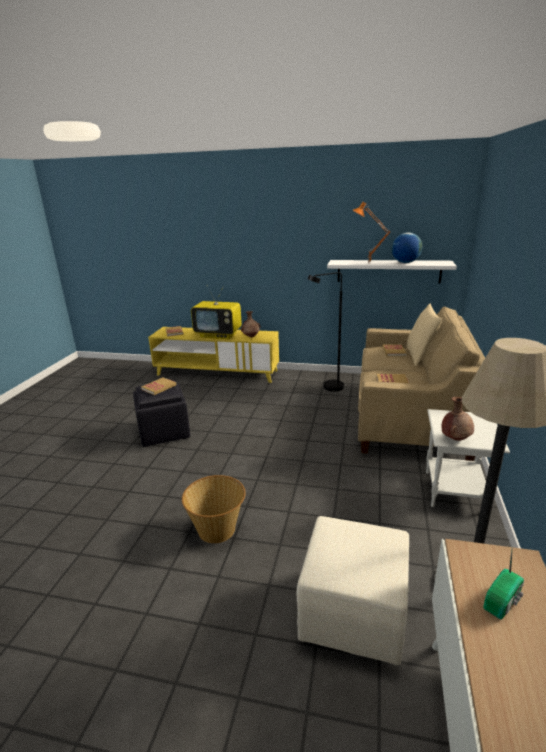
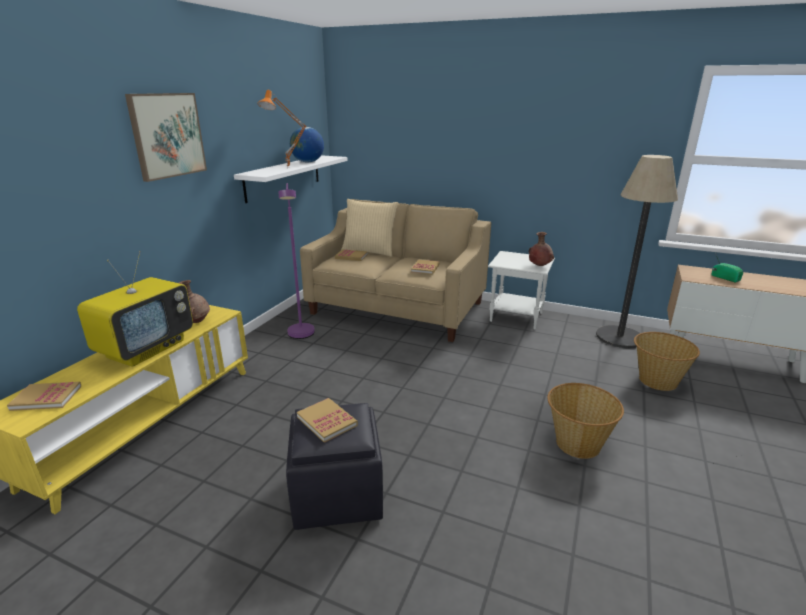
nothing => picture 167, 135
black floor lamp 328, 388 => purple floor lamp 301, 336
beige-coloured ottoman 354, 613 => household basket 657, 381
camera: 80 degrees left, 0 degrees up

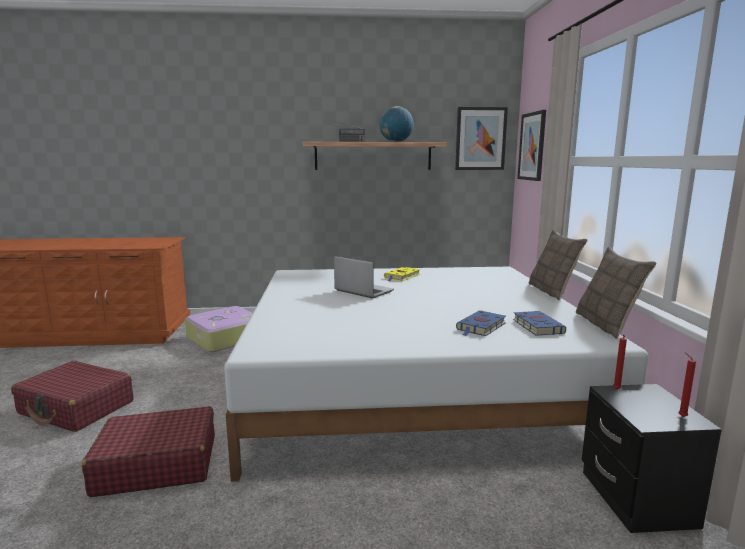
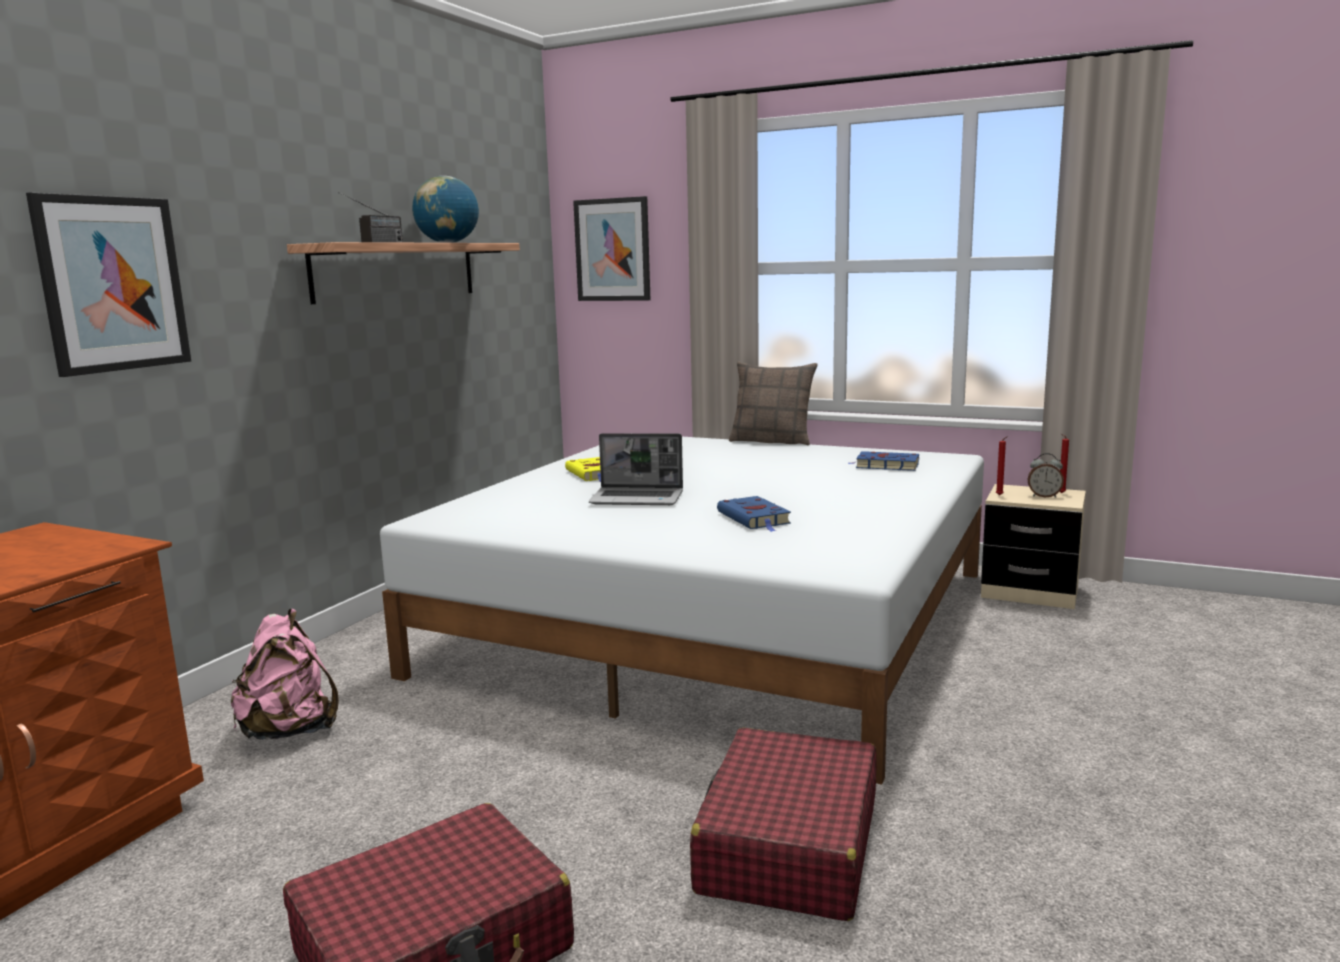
picture 480, 139 => picture 112, 284, move
piece of luggage 224, 338 => pink knapsack 290, 731
notebook computer 363, 291 => notebook computer 638, 498, 150 degrees counterclockwise
blue-coloured book 481, 327 => blue-coloured book 755, 518, move
black bedside table 636, 498 => beige-coloured bedside table 1029, 592
nothing => alarm clock 1044, 496
cushion 607, 325 => nothing
camera: 60 degrees left, 0 degrees up

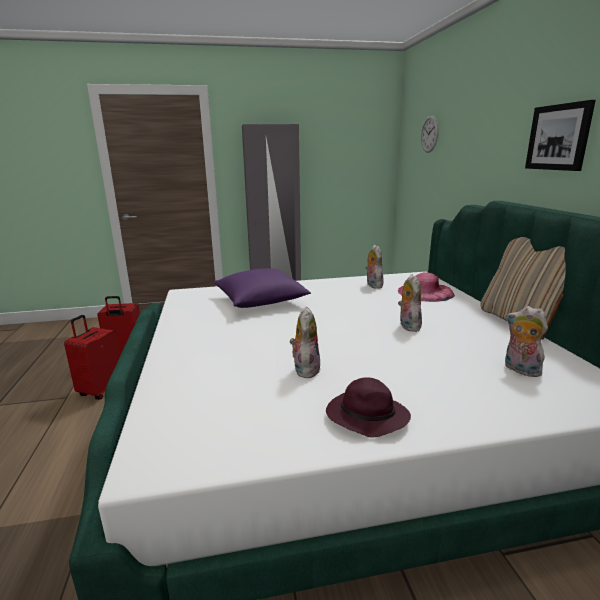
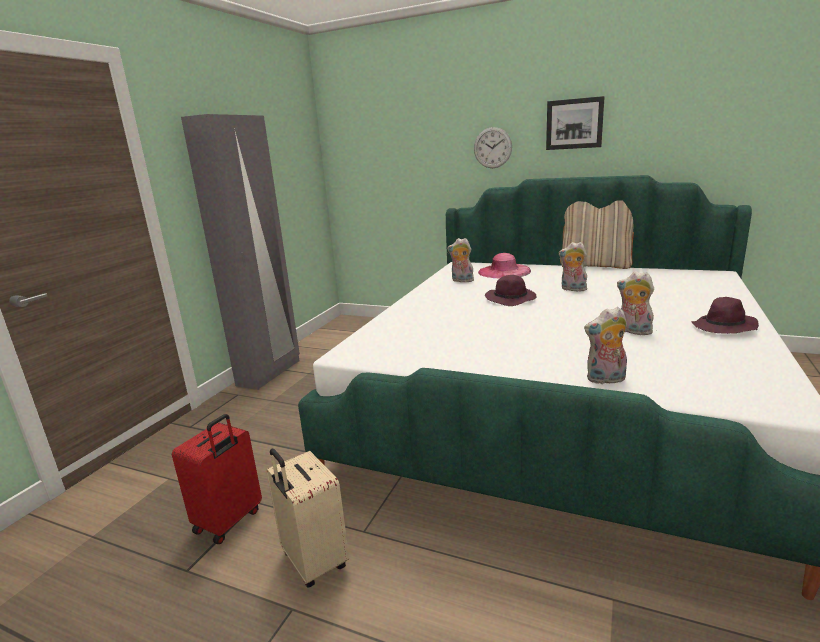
red-coloured piece of luggage 100, 390 => beige-coloured piece of luggage 313, 562
hanging clock 429, 134 => hanging clock 492, 148, move
nothing => purple clothing hat 511, 299
soft toy 519, 370 => soft toy 605, 380, move
purple cushion 260, 301 => nothing
camera: 55 degrees left, 0 degrees up

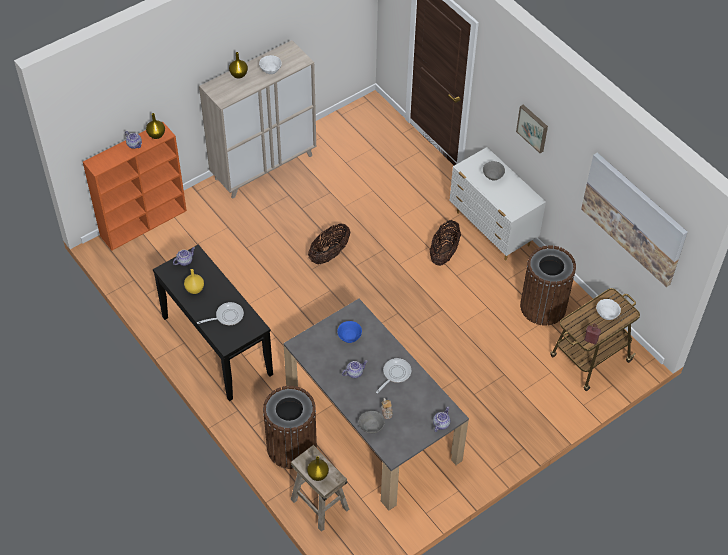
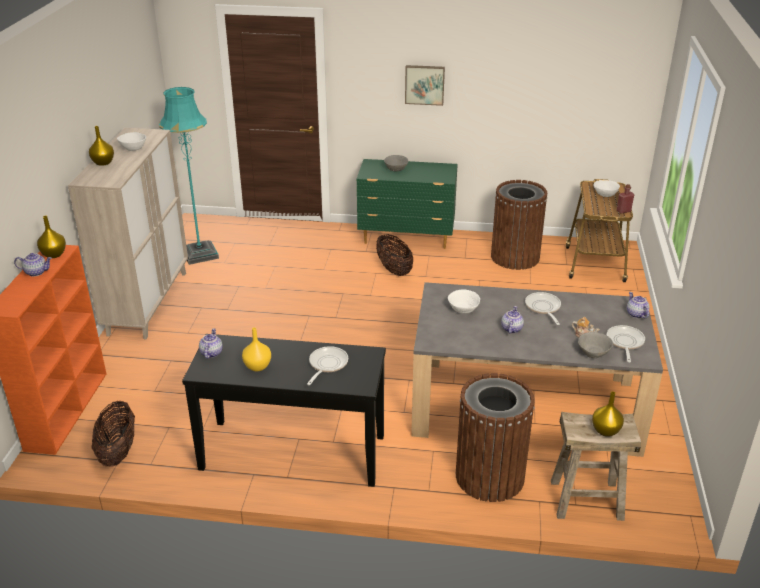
household basket 329, 254 => household basket 118, 451, move
nothing => turquoise-coloured floor lamp 200, 254
white dresser 492, 230 => green-coloured dresser 407, 238
blue-coloured bowl 349, 337 => white bowl 462, 309
nothing => skillet 624, 343
picture 634, 218 => nothing
camera: 45 degrees left, 20 degrees down

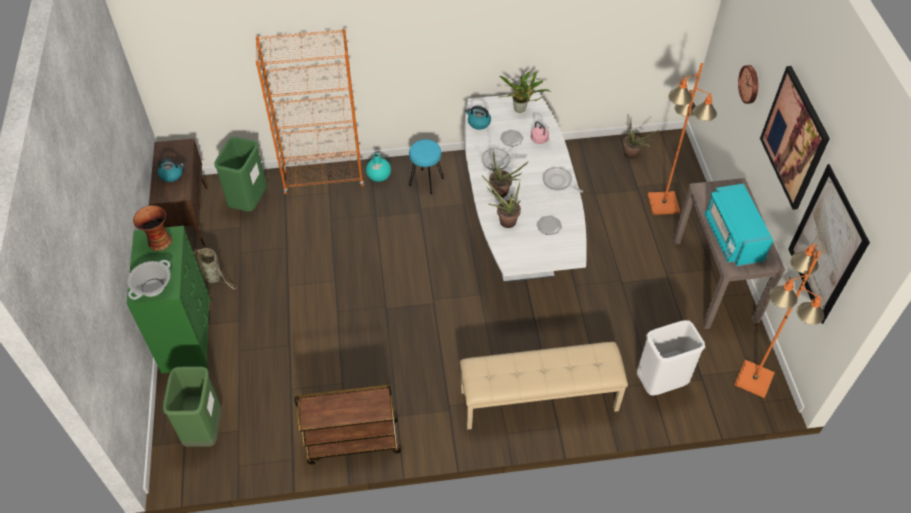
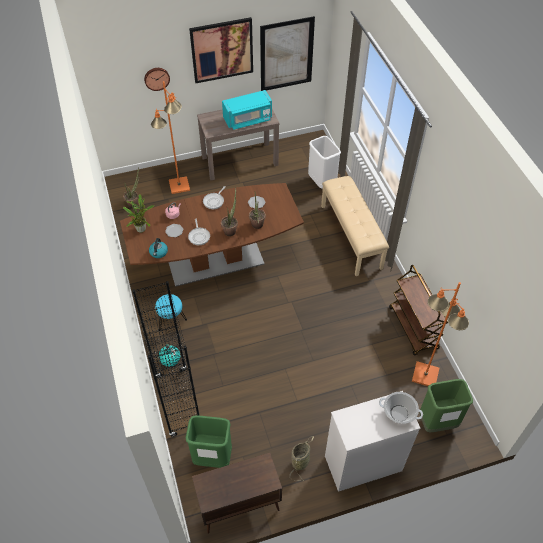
white dining table 517, 231 => brown dining table 216, 261
orangey shelving unit 324, 179 => black shelving unit 178, 402
green-coloured dresser 186, 335 => white dresser 362, 464
orangey floor lamp 754, 379 => orangey floor lamp 425, 374, move
vase 159, 241 => nothing
kettle 172, 174 => nothing
camera: 100 degrees left, 0 degrees up

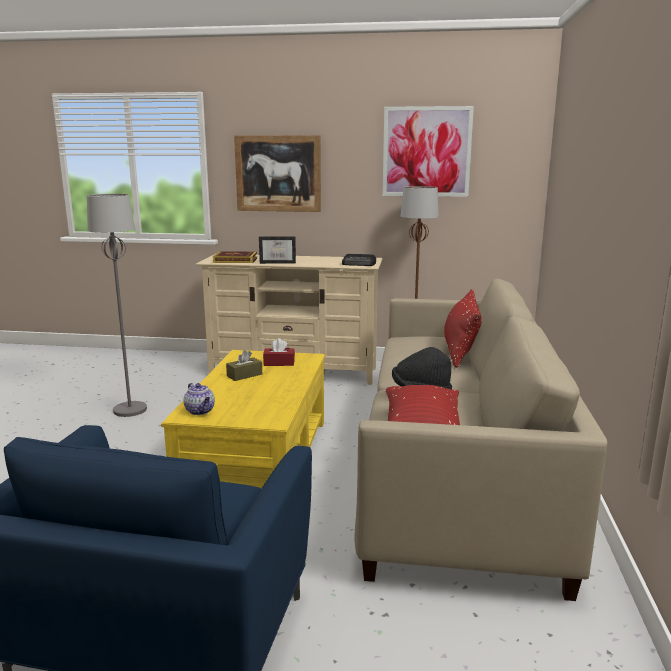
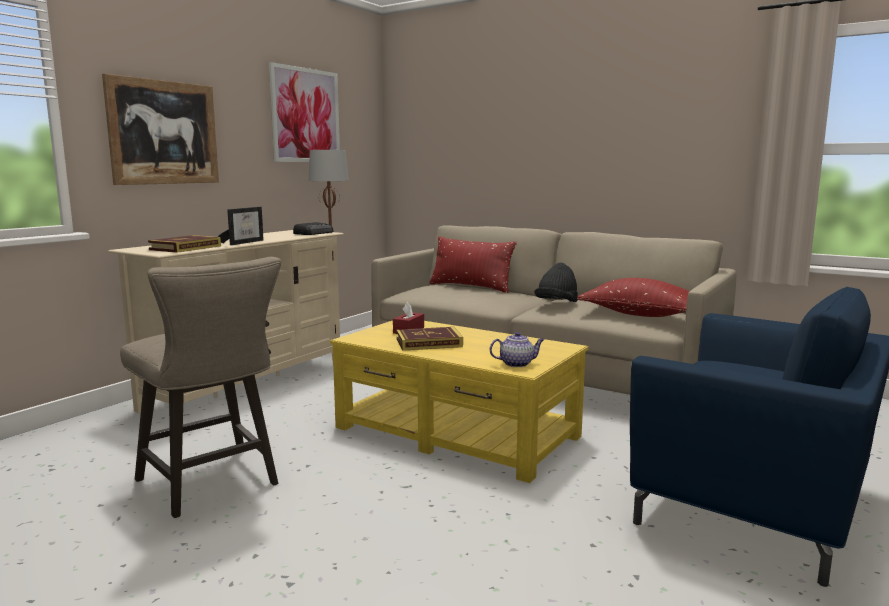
gray floor lamp 129, 410 => beige-coloured sitting stool 213, 485
brown box of tissues 244, 375 => book 429, 343
camera: 65 degrees left, 5 degrees down

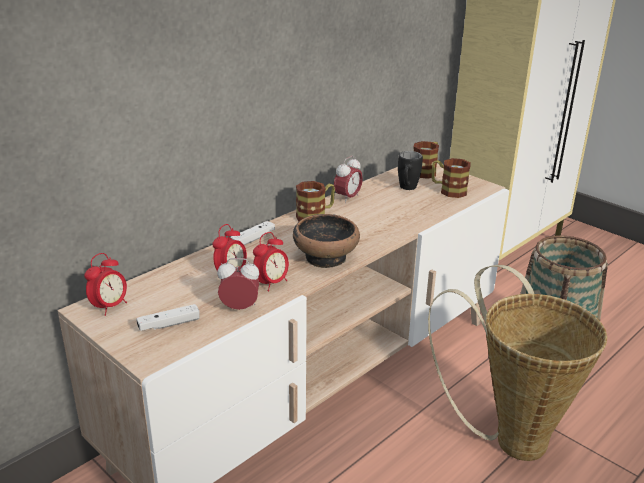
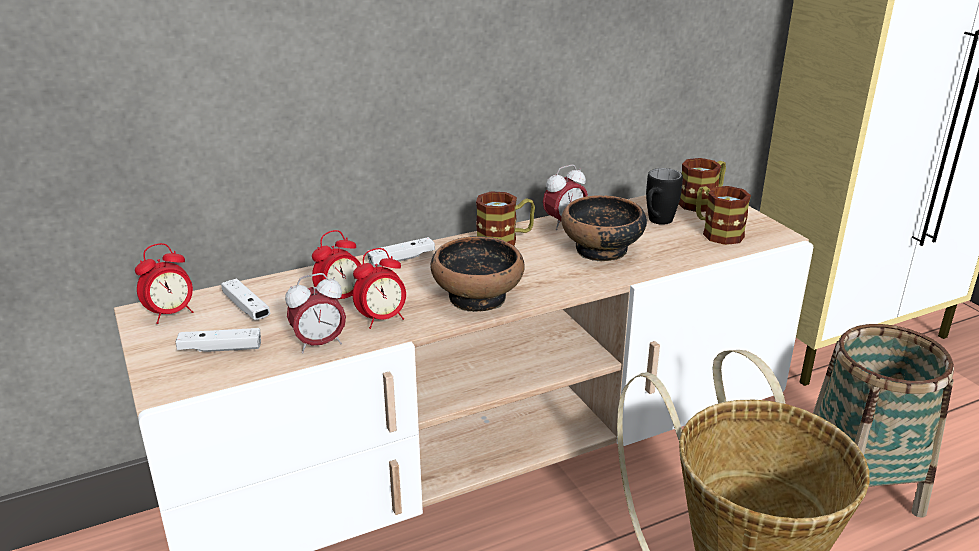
nothing => white joypad 246, 307
alarm clock 240, 308 => alarm clock 319, 344, 135 degrees clockwise
nothing => bowl 601, 250
camera: 20 degrees right, 0 degrees up

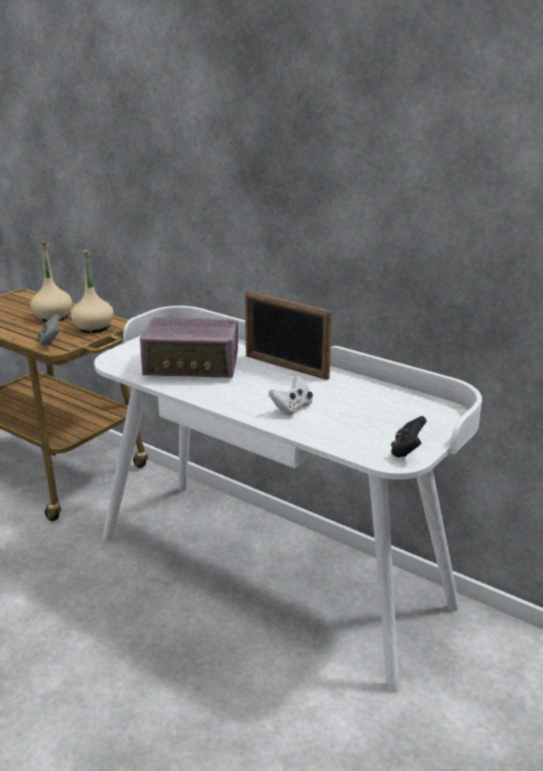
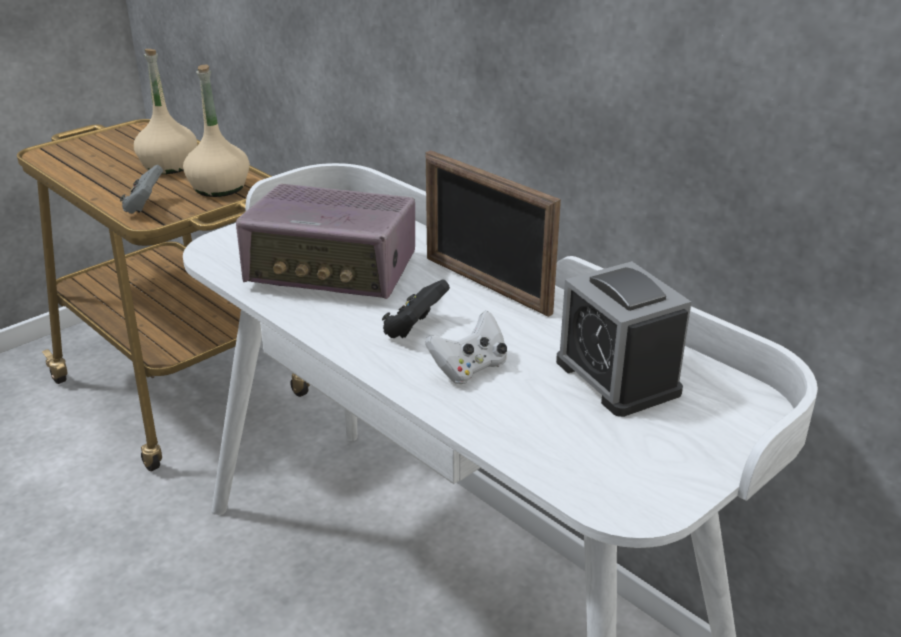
black joypad 407, 450 => black joypad 414, 329, move
nothing => alarm clock 617, 377
camera: 10 degrees right, 5 degrees up

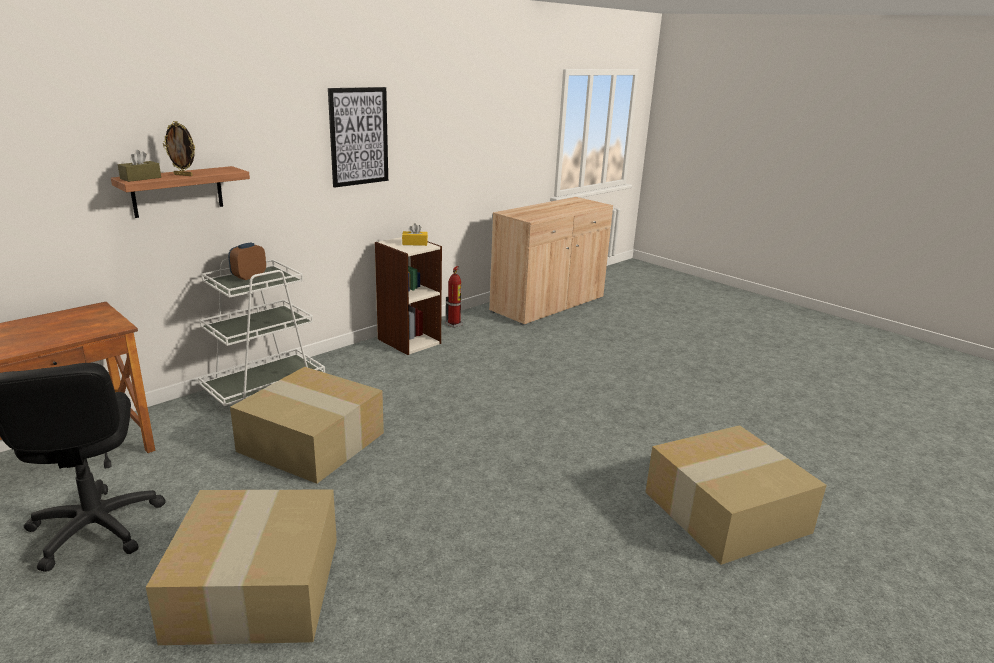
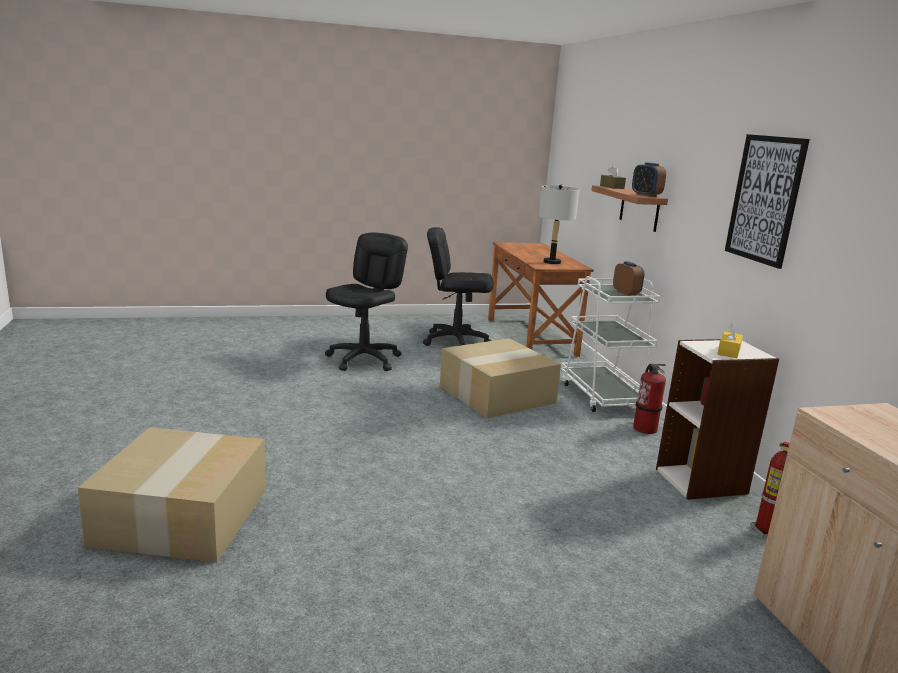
packing box 254, 586 => black office chair 364, 359
nothing => gray table lamp 551, 262
nothing => alarm clock 646, 195
nothing => fire-fighting cylinder 645, 428
picture frame 183, 175 => nothing
camera: 120 degrees right, 5 degrees down

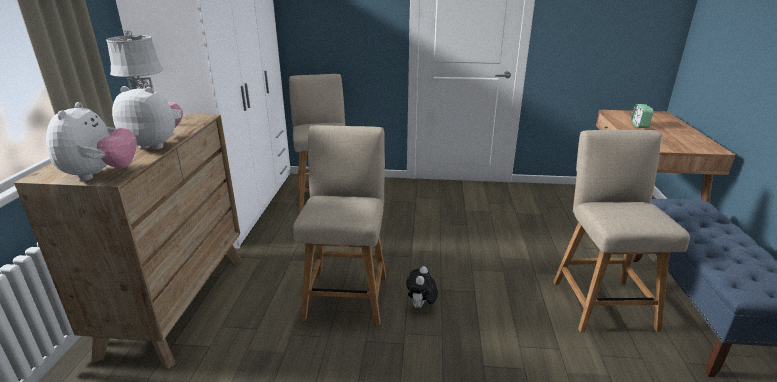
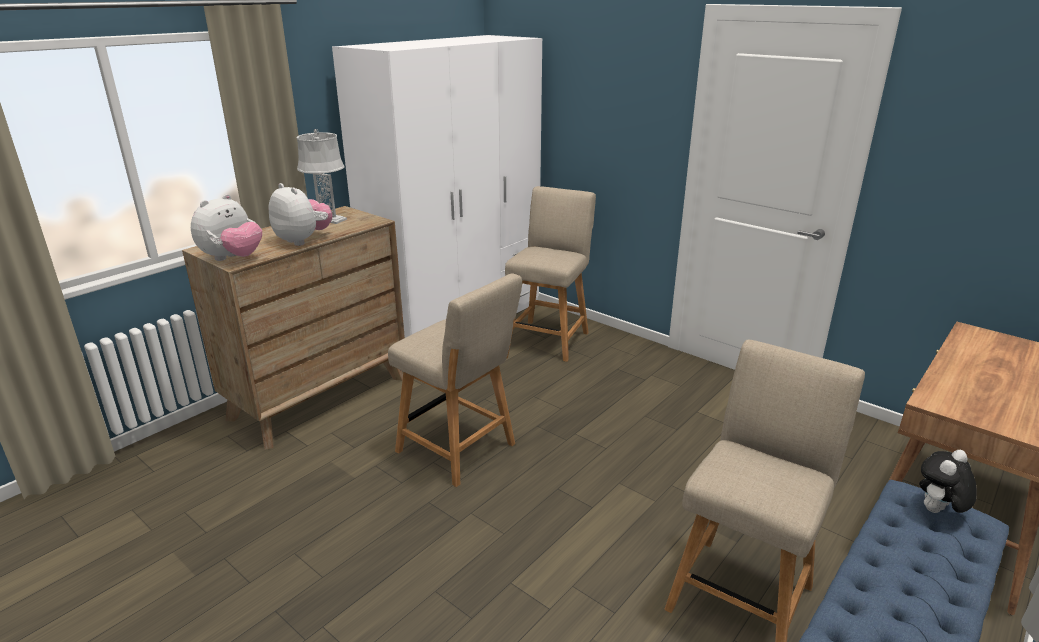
beige-coloured chair 347, 293 => beige-coloured chair 460, 450, 90 degrees clockwise
soft toy 421, 306 => soft toy 937, 512, move
alarm clock 639, 125 => nothing
camera: 35 degrees right, 0 degrees up

